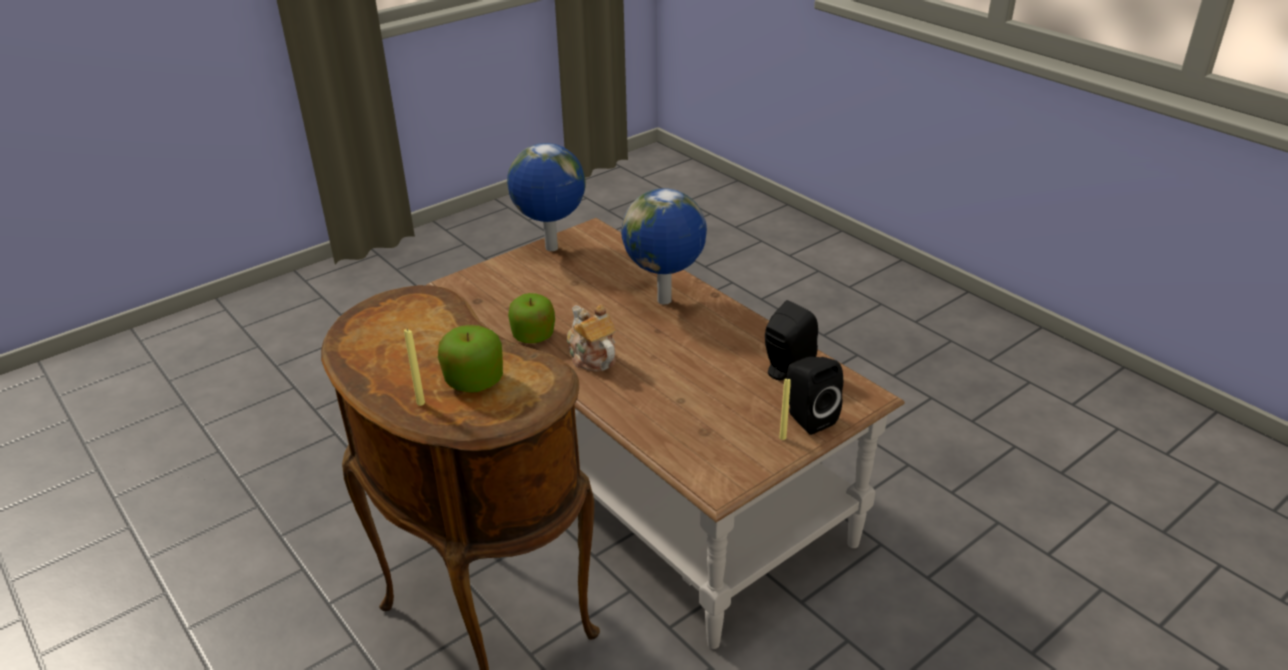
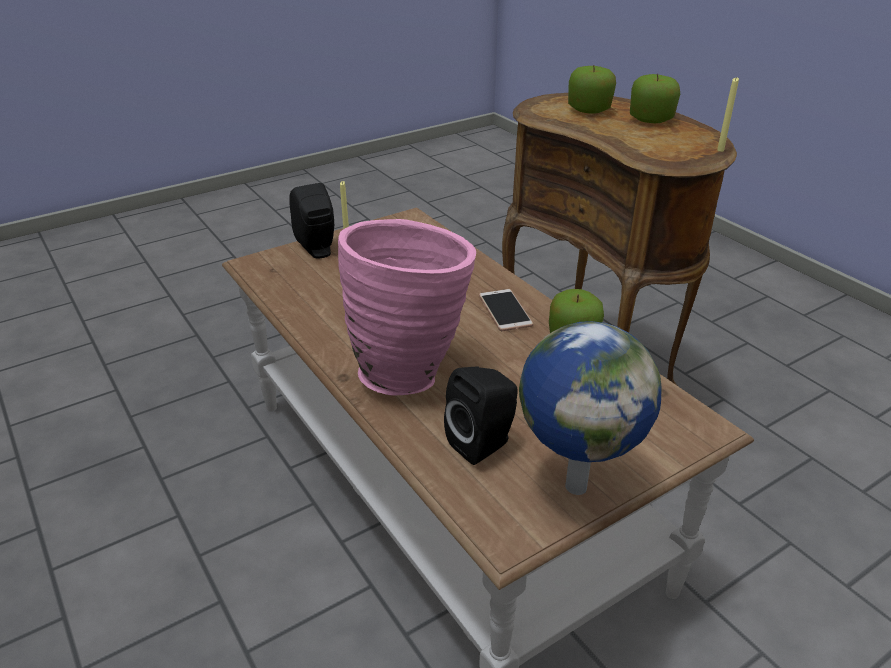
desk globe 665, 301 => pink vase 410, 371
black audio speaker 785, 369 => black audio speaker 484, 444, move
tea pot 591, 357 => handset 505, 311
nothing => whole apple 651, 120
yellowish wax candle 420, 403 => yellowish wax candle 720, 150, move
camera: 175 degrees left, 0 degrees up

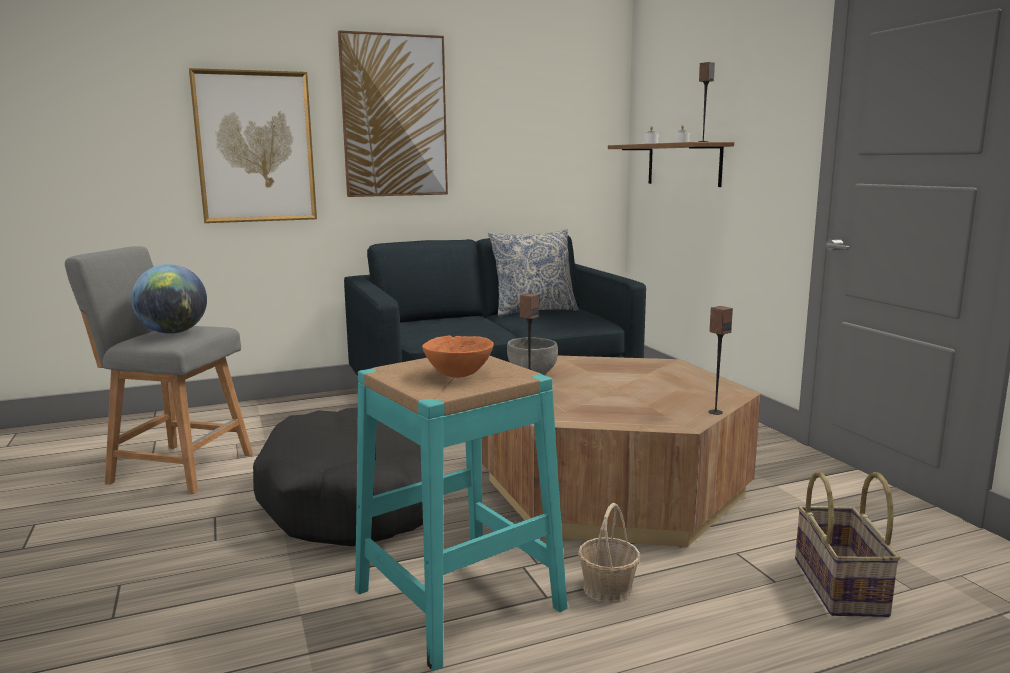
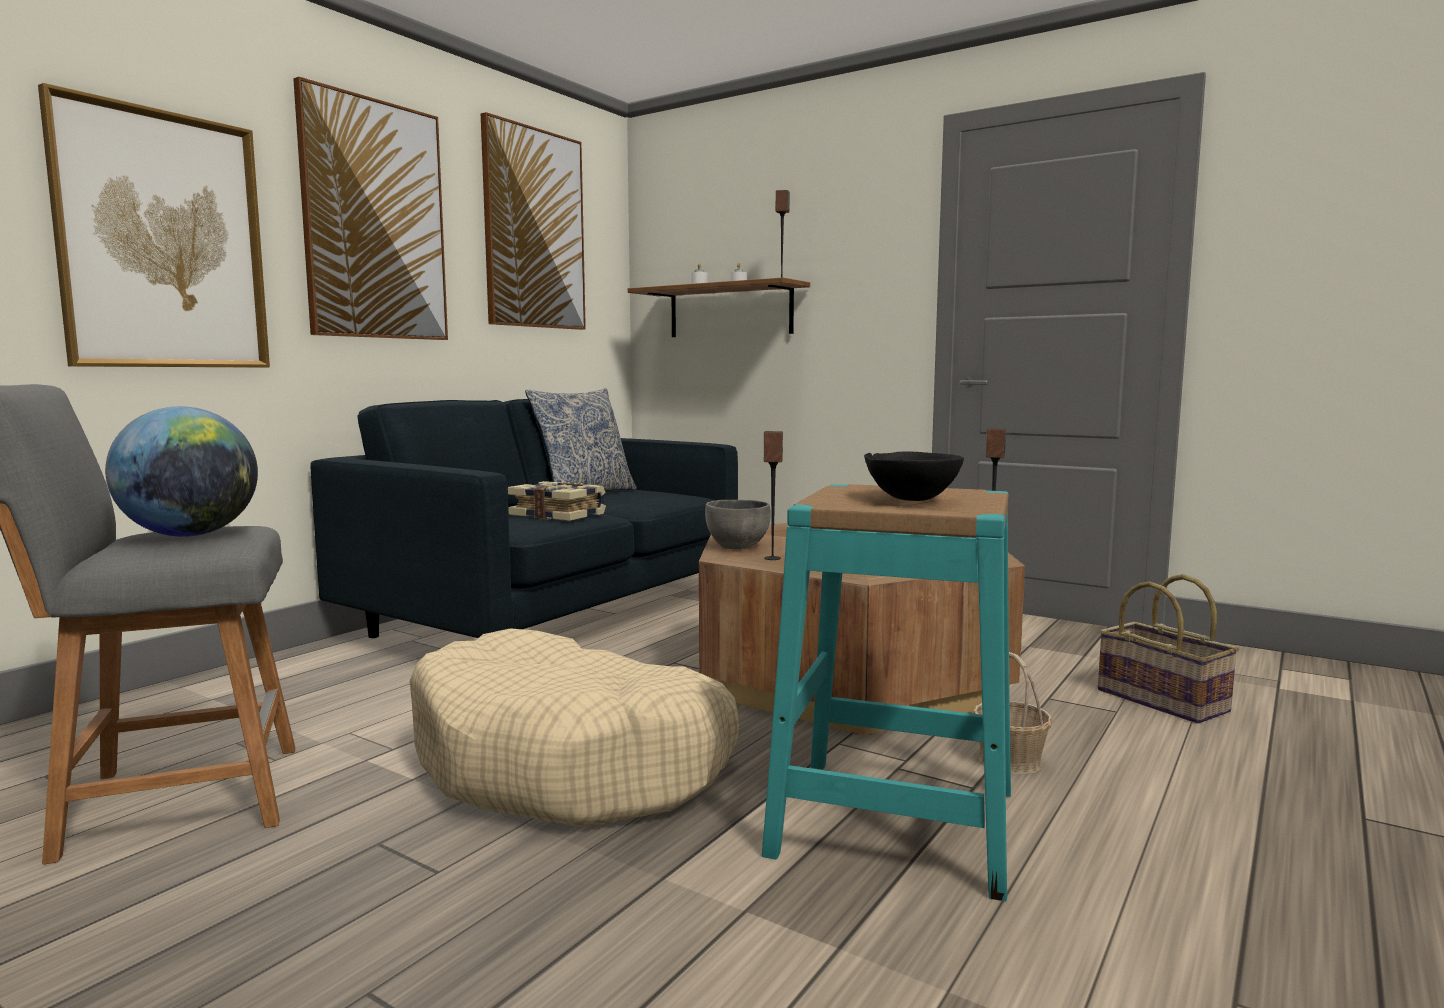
black dog cushion 352, 501 => beige-coloured dog cushion 571, 763
nothing => picture 534, 229
nothing => book 559, 515
orangey bowl 459, 375 => black bowl 913, 500
camera: 35 degrees left, 5 degrees down

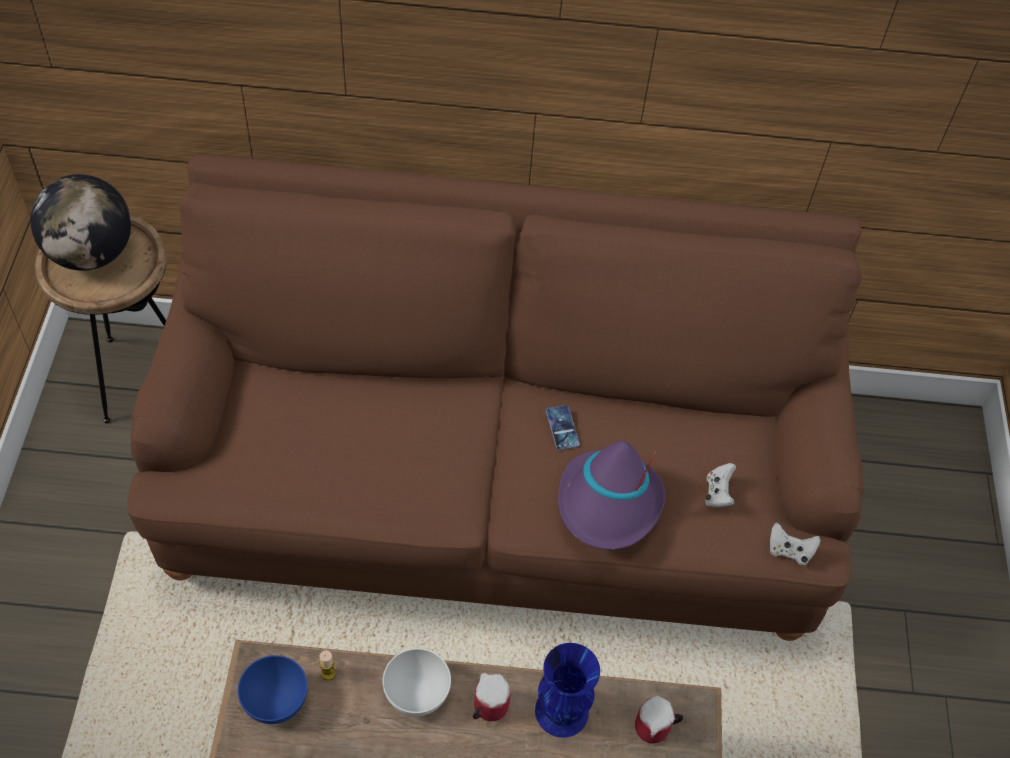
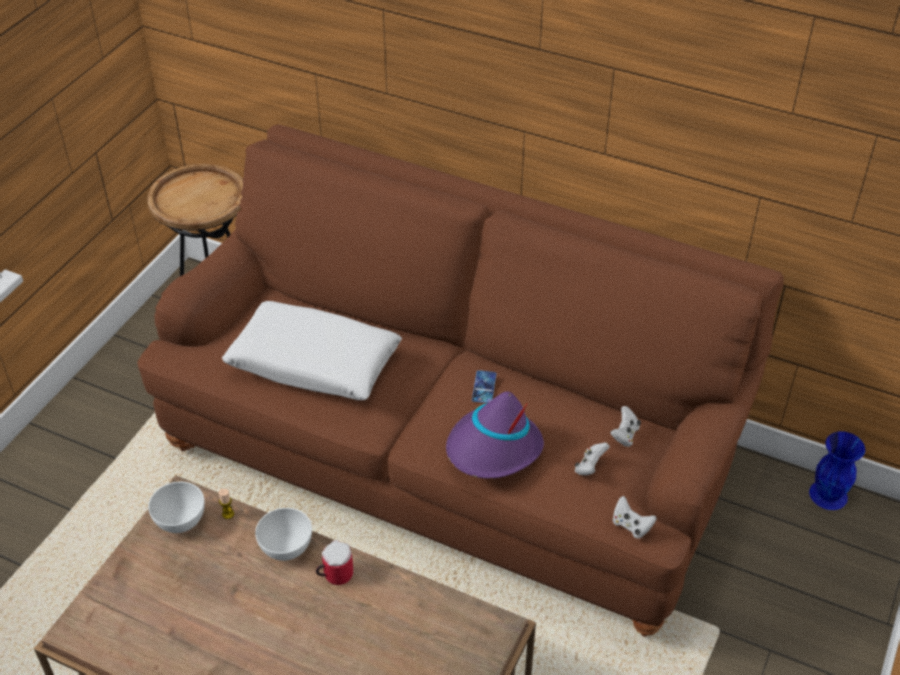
blue-coloured bowl 275, 701 => white bowl 180, 521
nothing => white cushion 314, 363
nothing => white joypad 625, 435
blue-coloured vase 562, 710 => blue-coloured vase 829, 494, move
desk globe 91, 254 => nothing
tea mug 656, 729 => nothing
camera: 25 degrees right, 10 degrees down

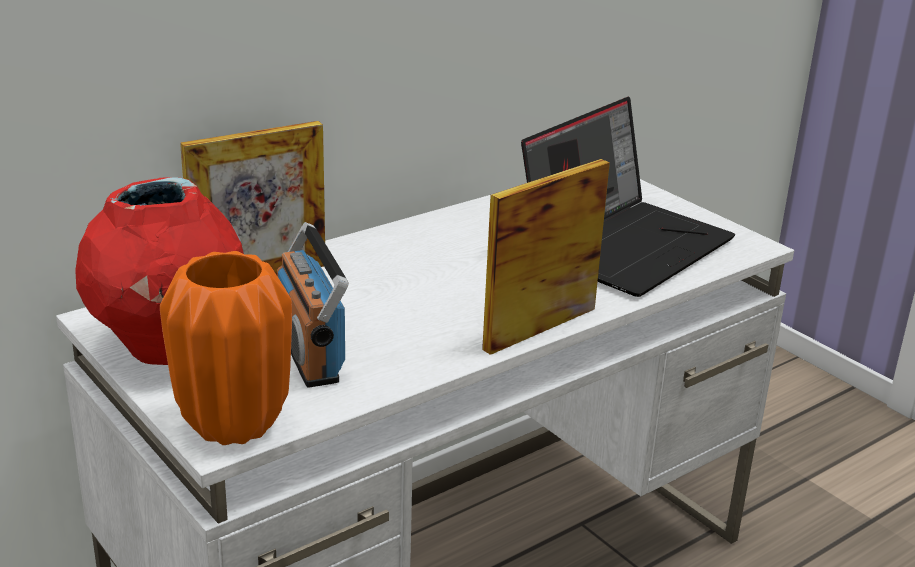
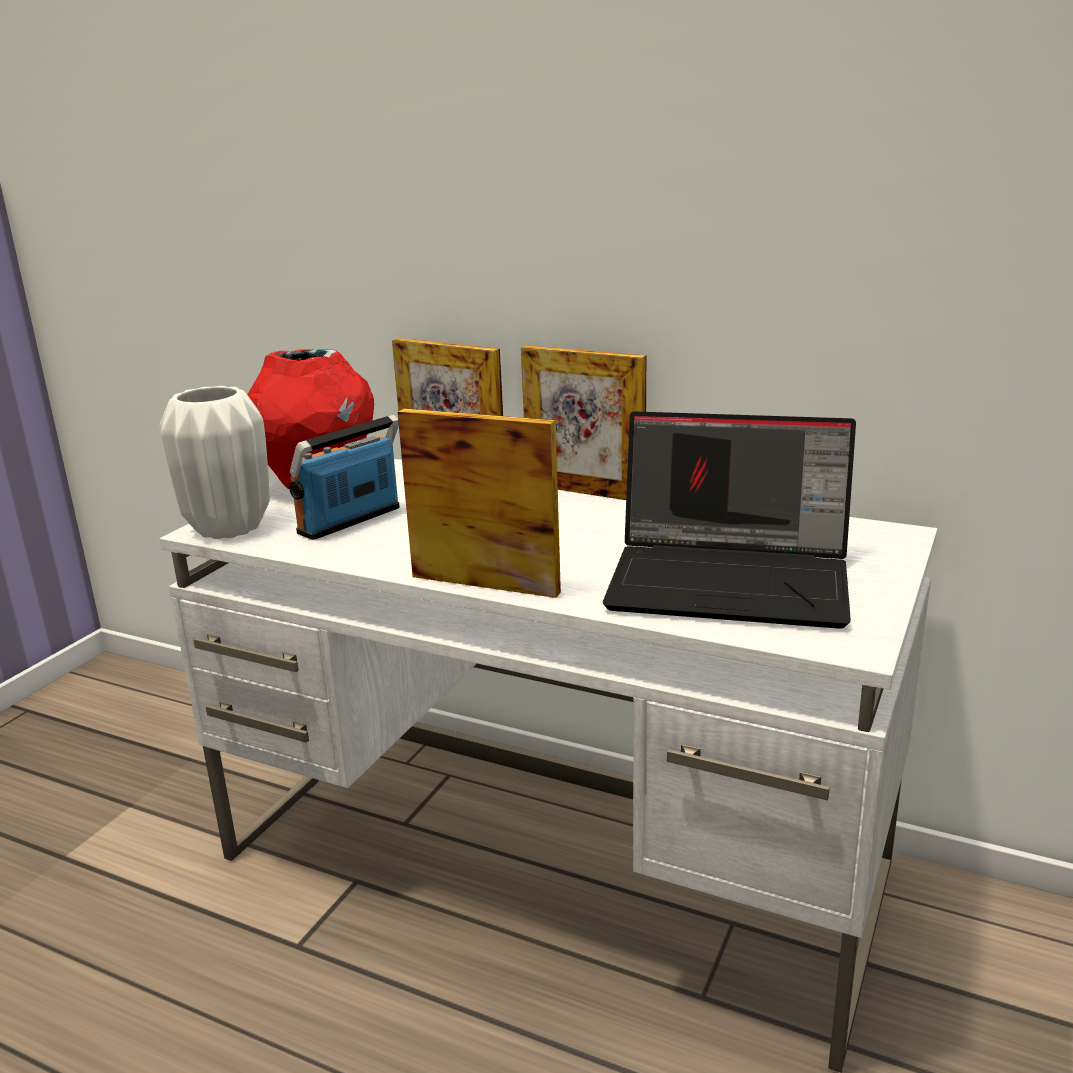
orangey vase 232, 425 => white vase 227, 528
nothing => picture frame 584, 491
camera: 65 degrees right, 5 degrees down

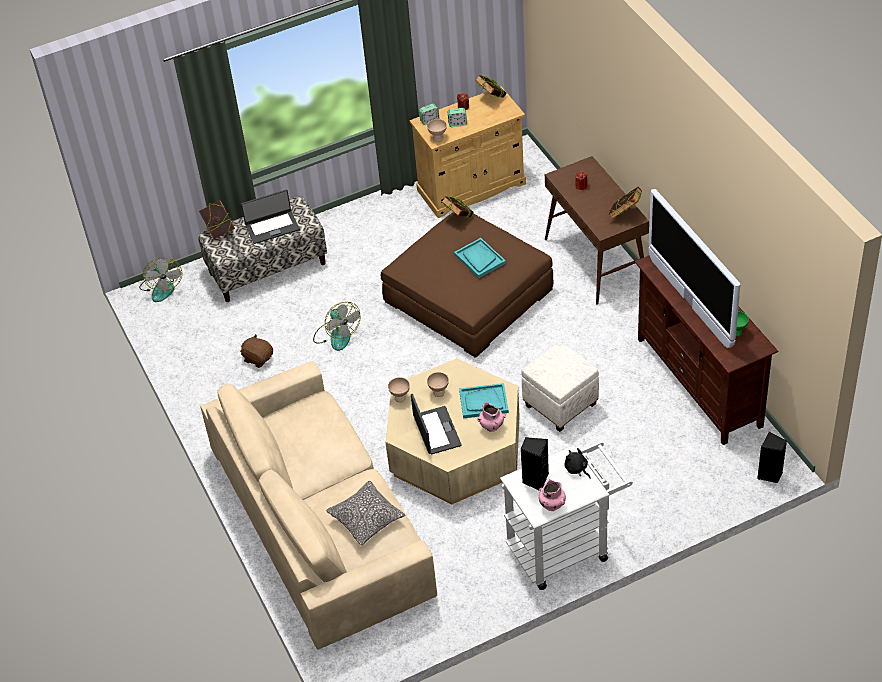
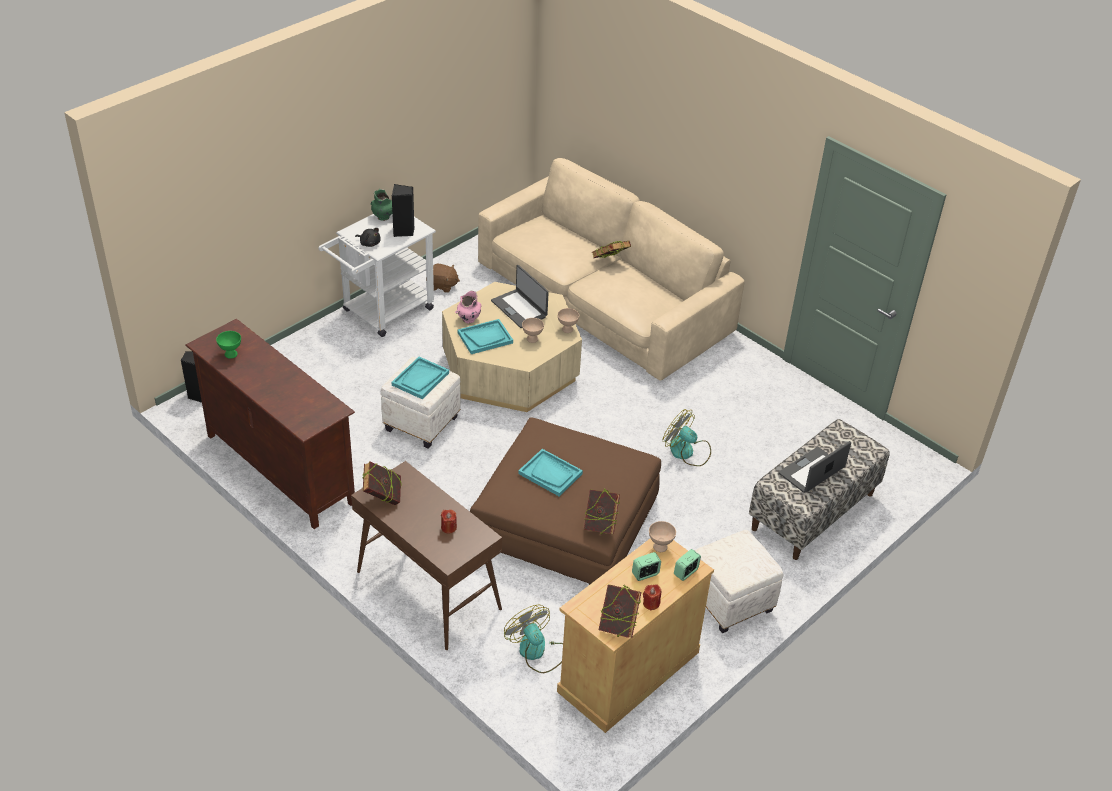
pink vase 551, 505 => green-coloured vase 383, 217
nothing => turquoise-coloured serving tray 420, 379
brown soft toy 258, 358 => brown soft toy 442, 286, move
electric fan 162, 287 => electric fan 537, 652, move
book 219, 231 => book 610, 262, move
nothing => white ottoman 730, 603
cushion 366, 518 => nothing
television 690, 302 => nothing
camera: 155 degrees right, 5 degrees down

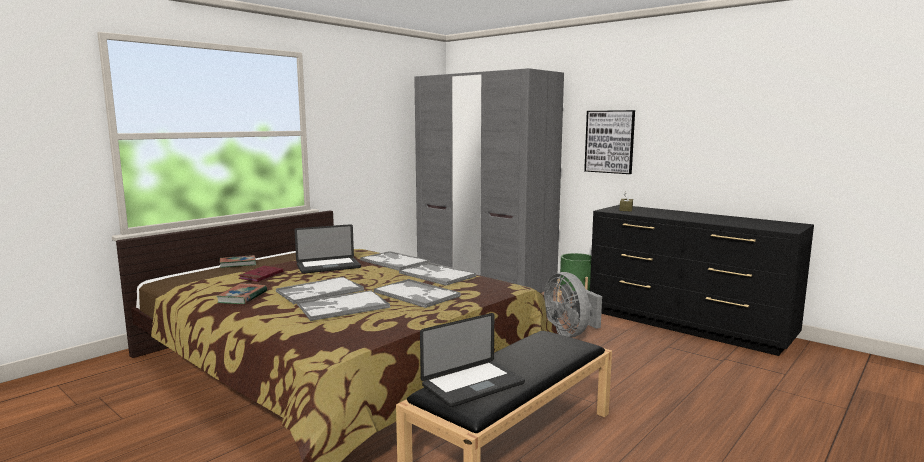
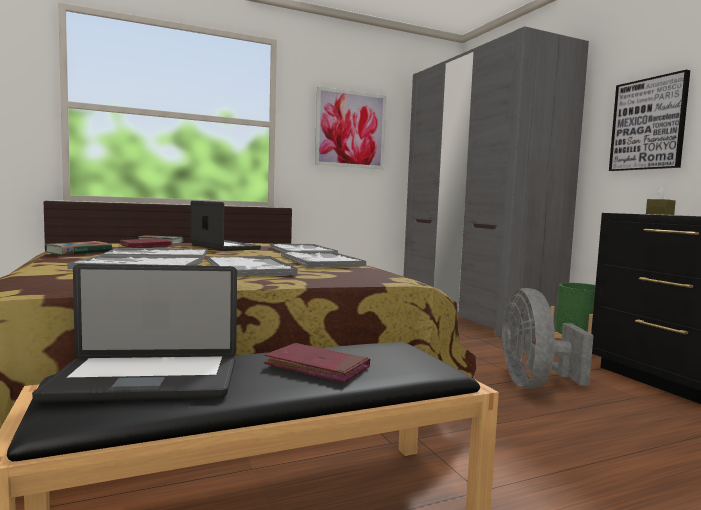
notebook computer 328, 266 => notebook computer 224, 247, 135 degrees counterclockwise
nothing => red-coloured book 317, 367
nothing => picture 350, 129
camera: 25 degrees right, 5 degrees down

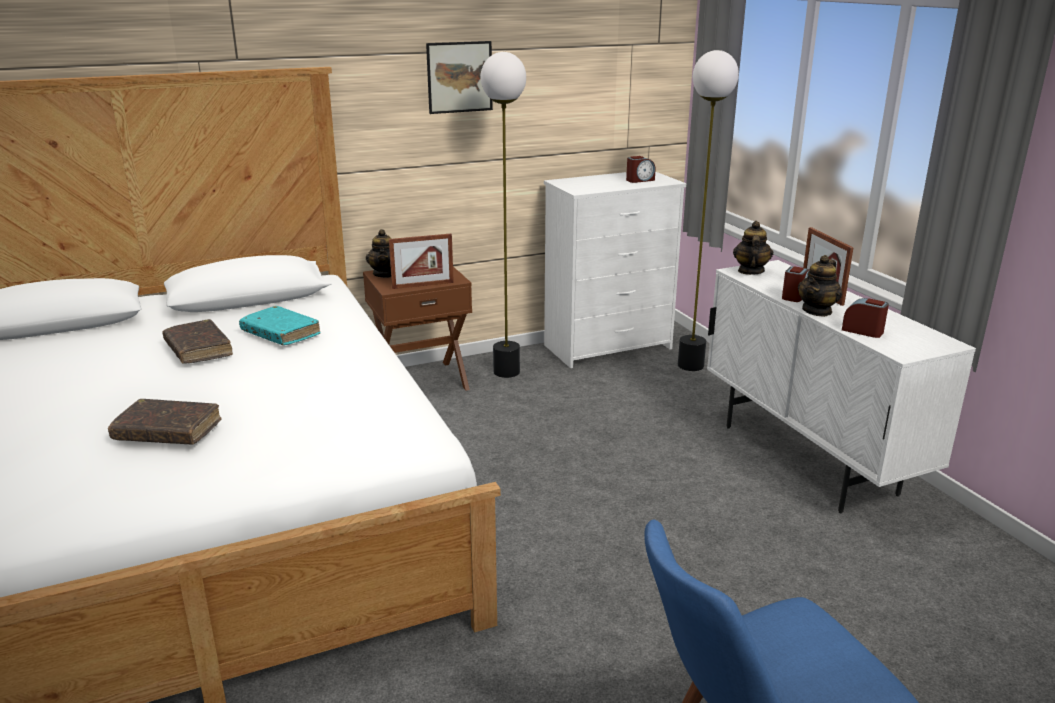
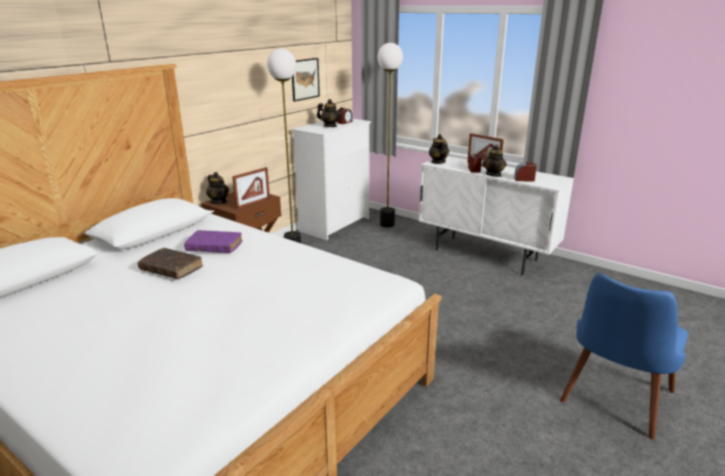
turquoise-coloured book 280, 334 => purple book 214, 247
picture 459, 77 => picture 305, 79, move
nothing => tea pot 330, 126
brown book 168, 432 => nothing
camera: 30 degrees left, 0 degrees up

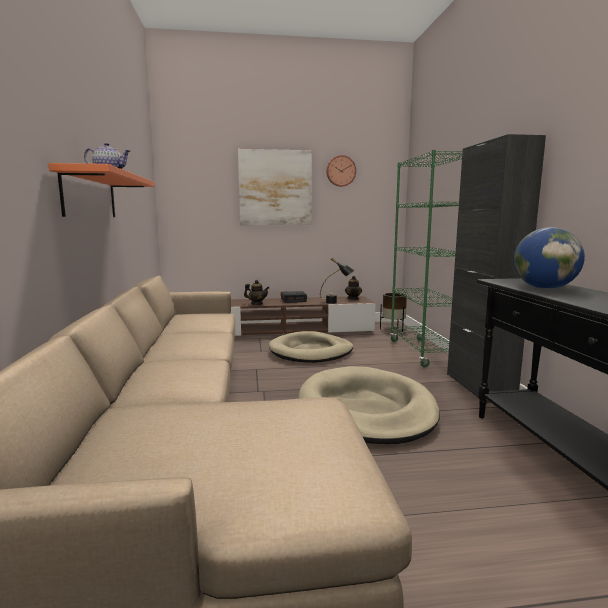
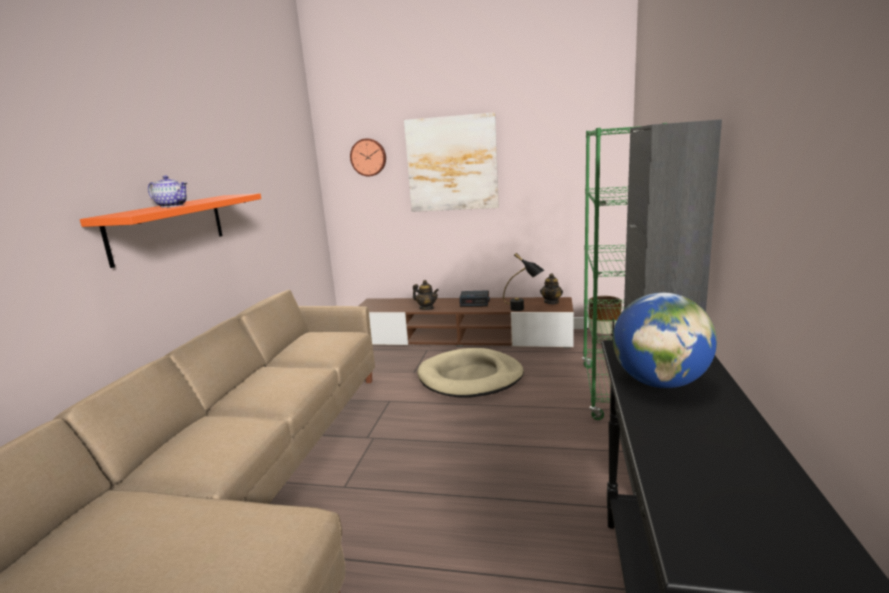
hanging clock 340, 171 => hanging clock 368, 157, move
beige-coloured dog cushion 366, 410 => nothing
camera: 20 degrees right, 5 degrees up

